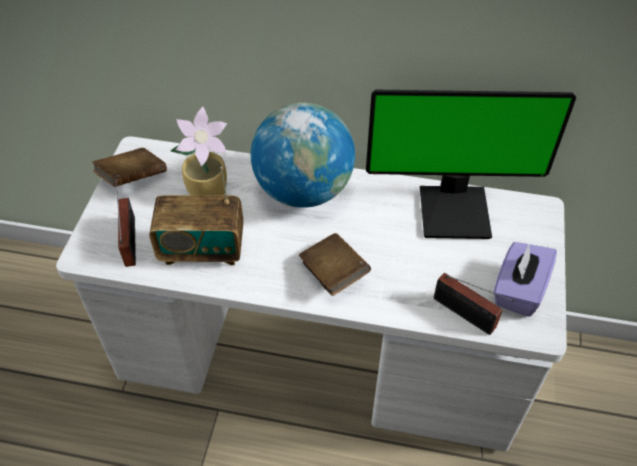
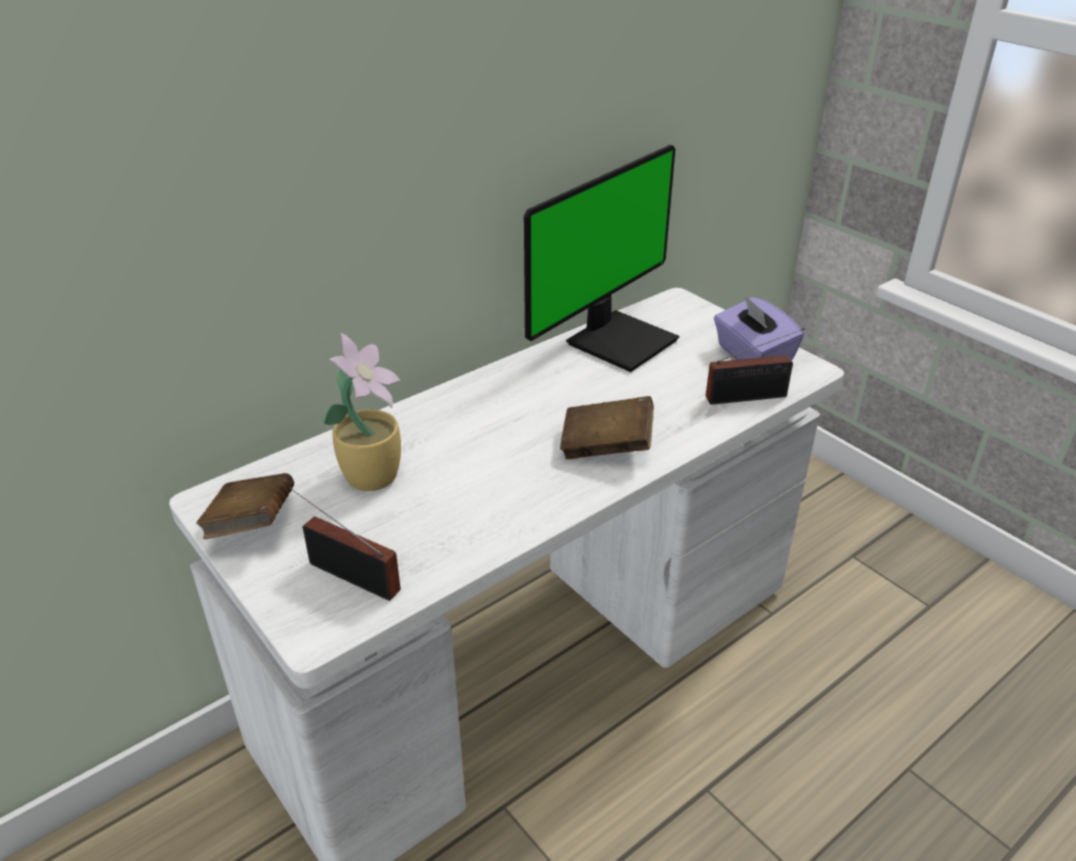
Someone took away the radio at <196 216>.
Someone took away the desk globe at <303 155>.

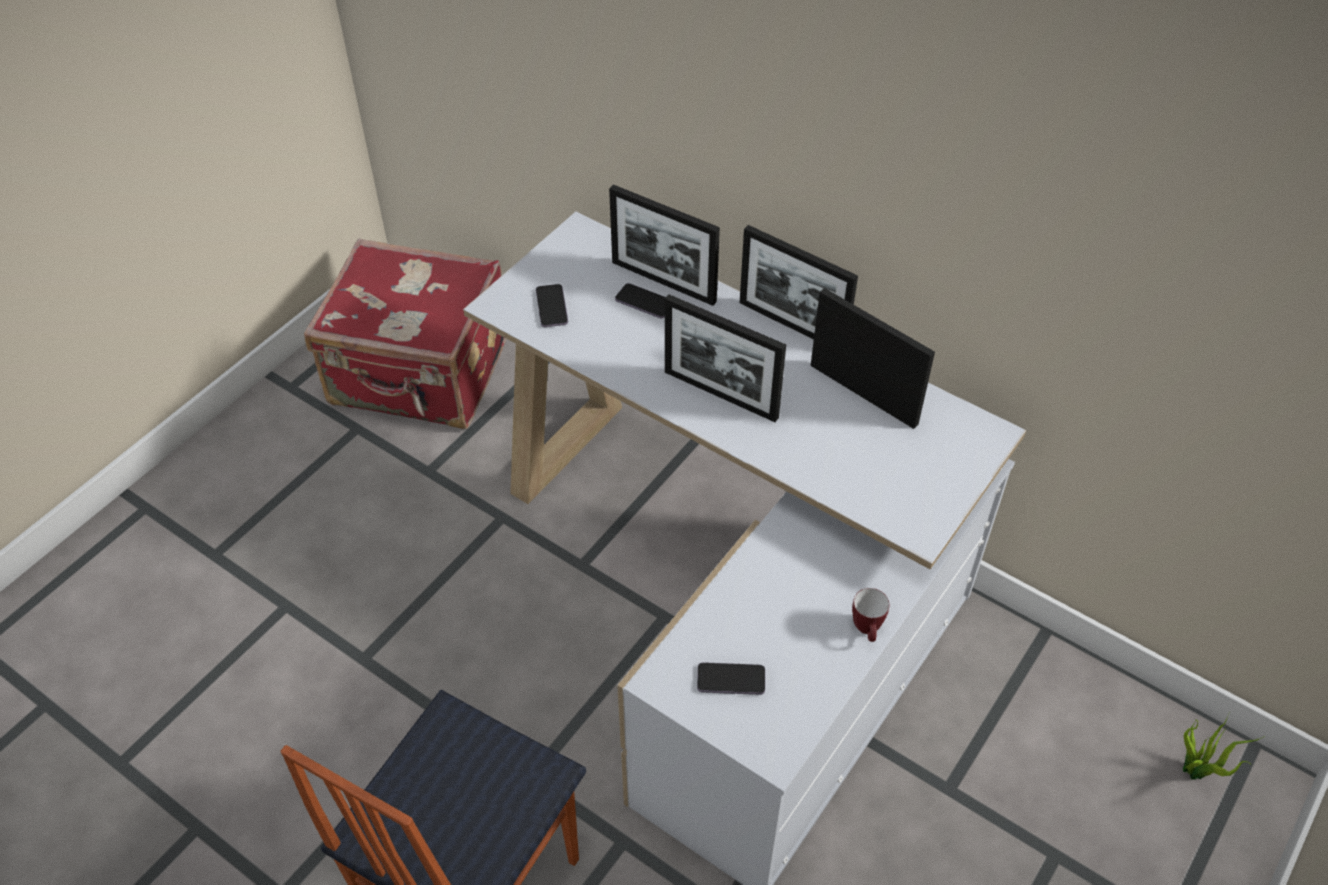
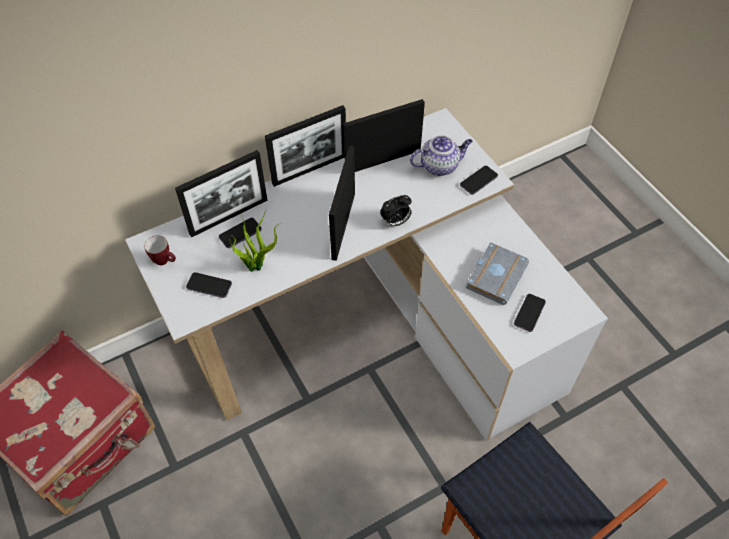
Someone carried the mug from <870 615> to <160 250>.
Someone carried the potted plant from <1224 745> to <254 241>.
Someone rotated the photo frame at <725 358> by 135 degrees clockwise.
Someone put down the table clock at <396 210>.
Someone put down the tea pot at <441 156>.
Someone put down the telephone at <479 180>.
Someone put down the greyish book at <497 273>.

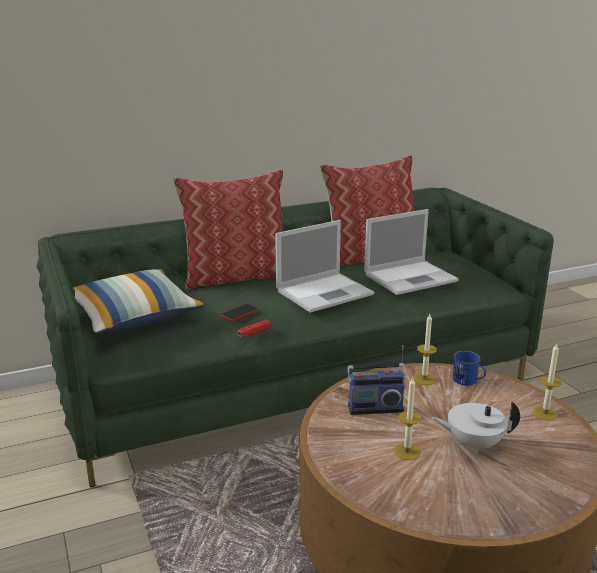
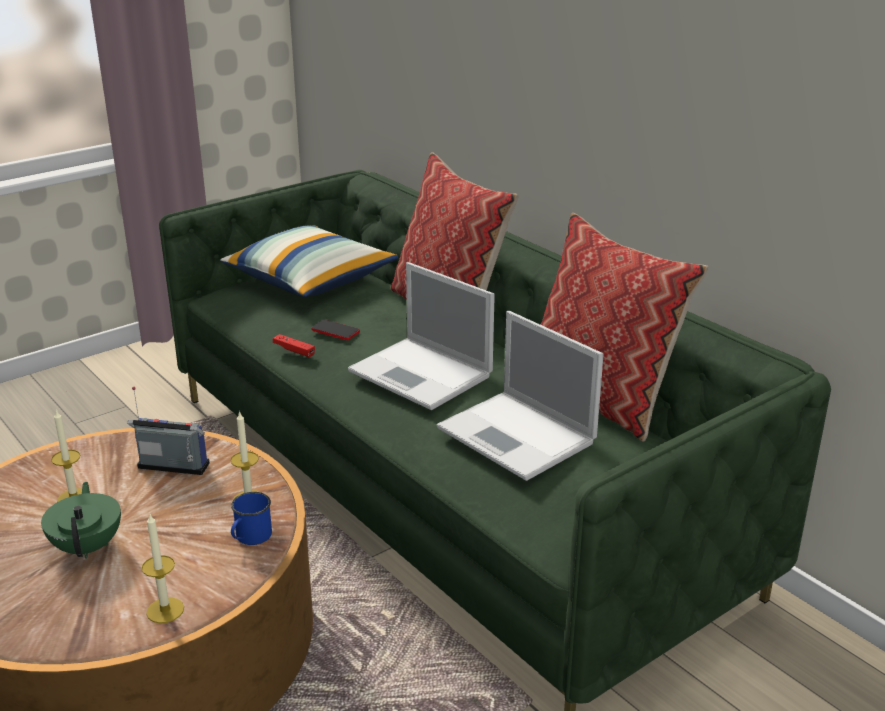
Someone repainted the white tea pot at <475 427>, which became the green tea pot at <81 520>.
Someone rotated the radio at <376 380> by 120 degrees clockwise.

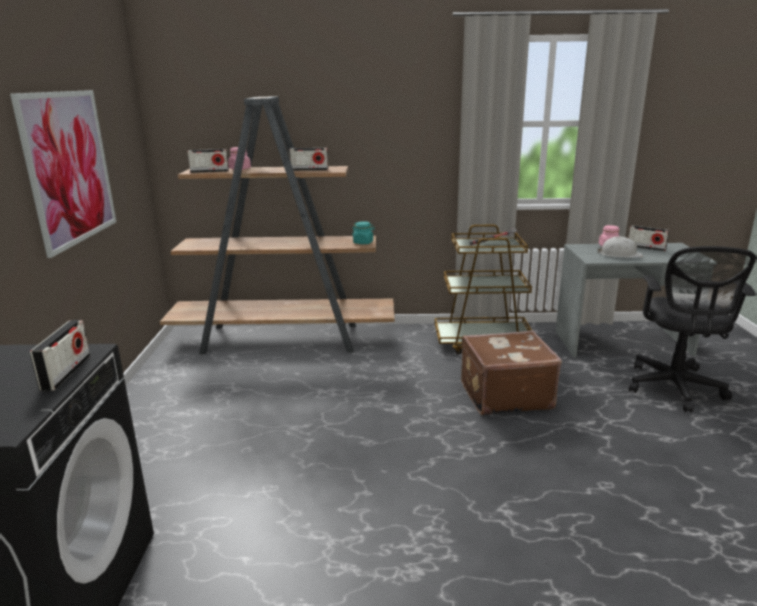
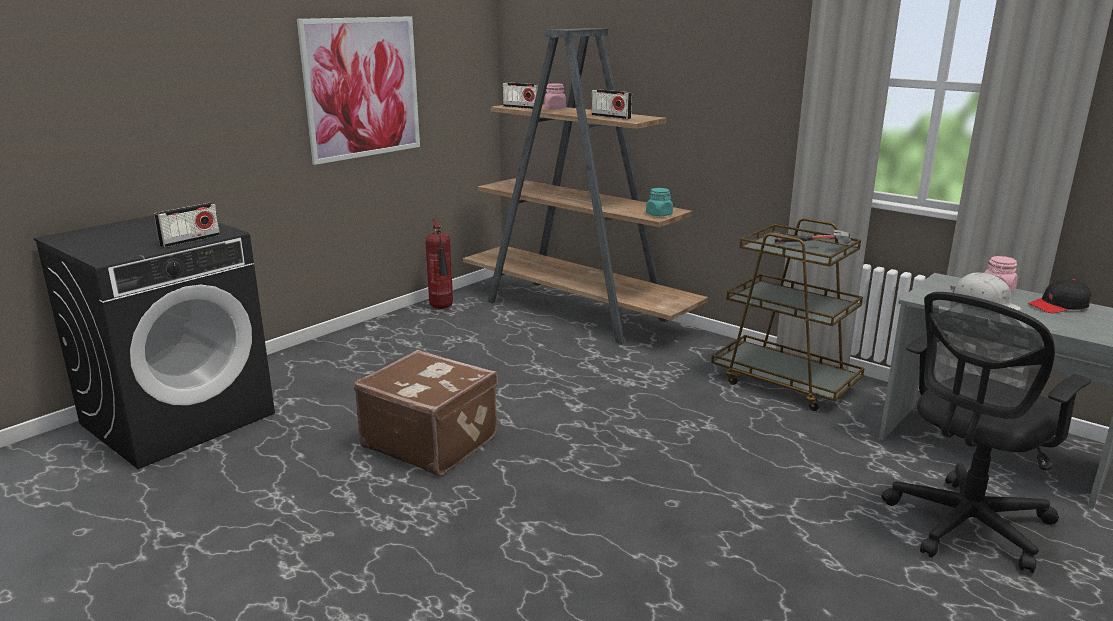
Someone carried the brown-coloured travel case from <511 372> to <426 413>.
Someone put down the fire extinguisher at <439 264>.
Someone swapped the radio at <648 238> for the black-coloured cap at <1059 296>.

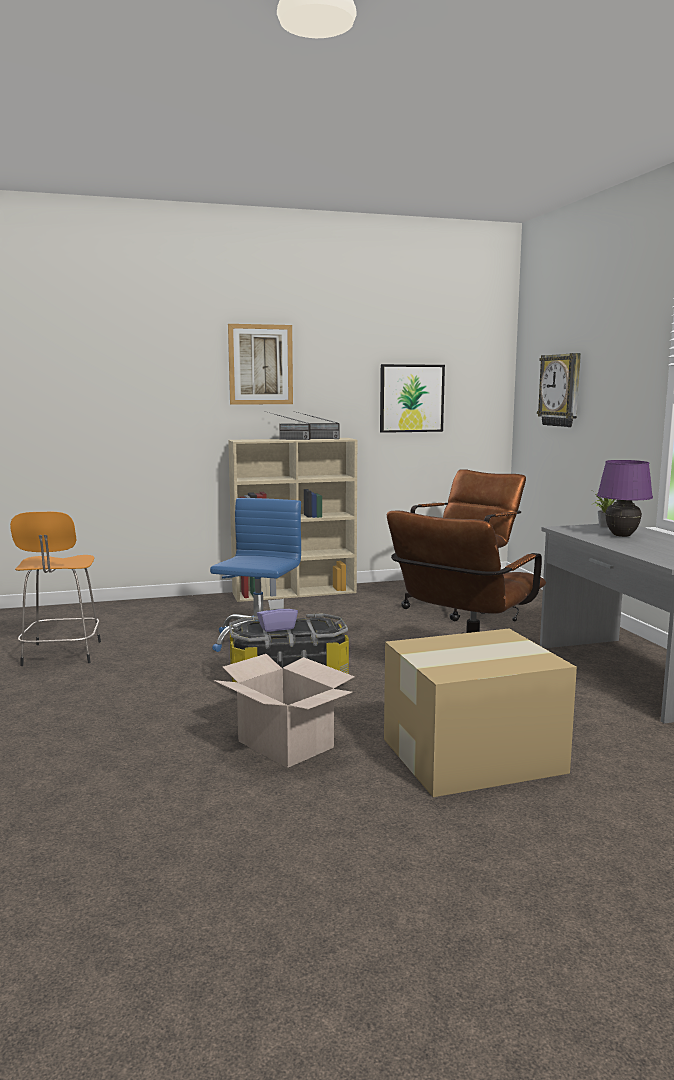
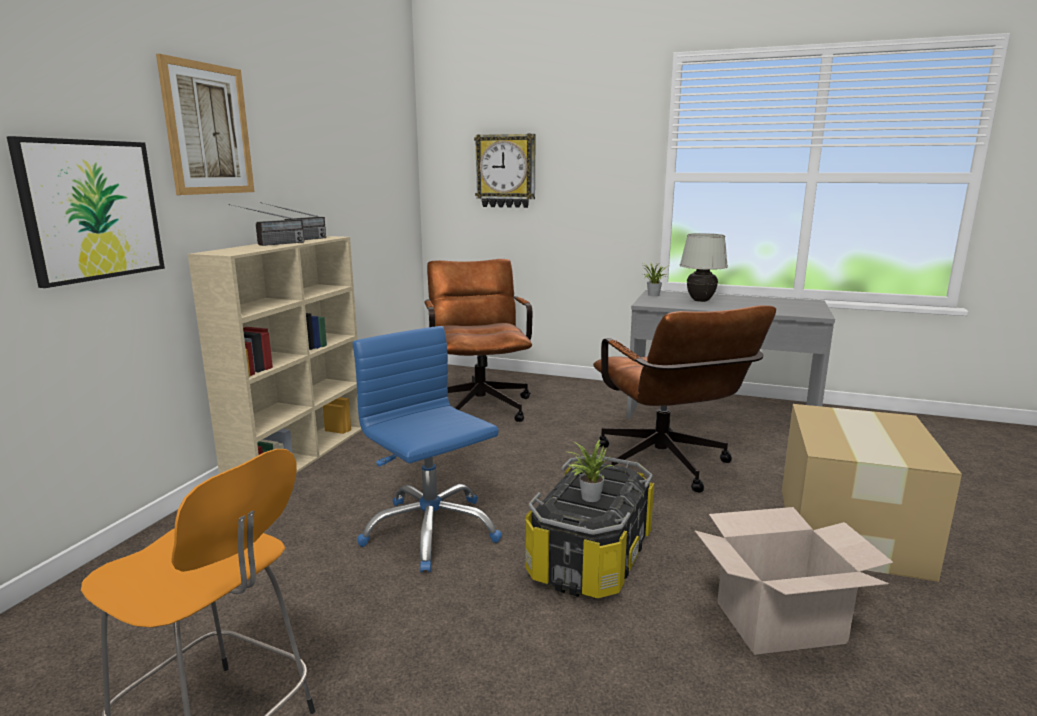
Someone carried the picture from <412 398> to <86 212>.
Someone swapped the purplish box of tissues at <277 615> for the potted plant at <591 470>.
Someone repainted the purplish table lamp at <625 498>, which became the white table lamp at <704 267>.

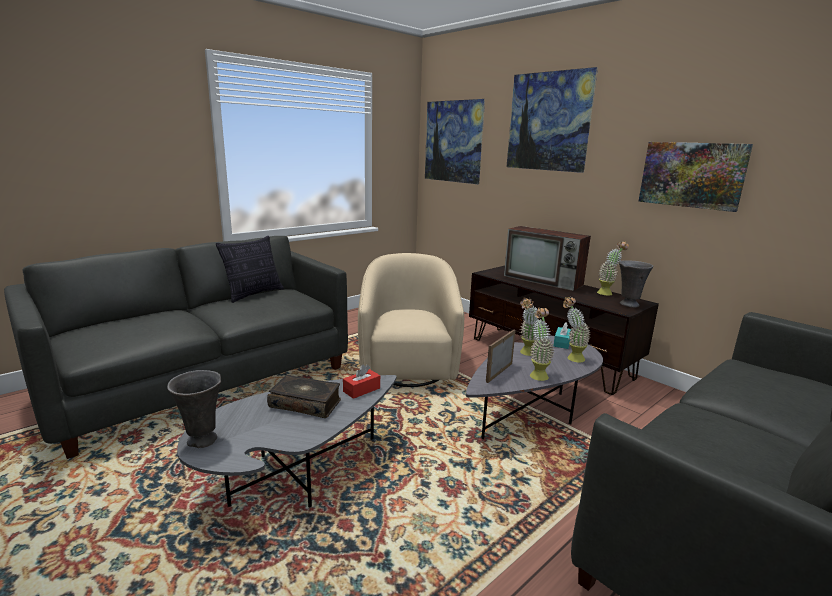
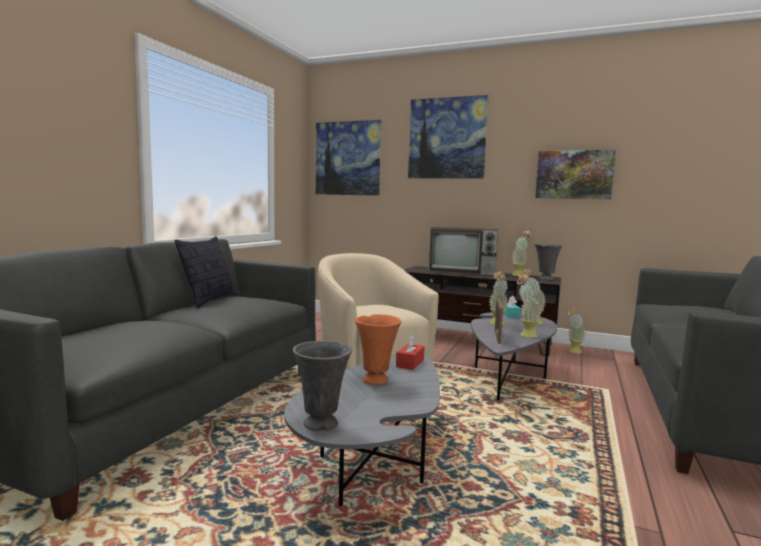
Someone swapped the book at <304 396> for the orange-coloured vase at <378 349>.
Someone put down the potted plant at <576 330>.

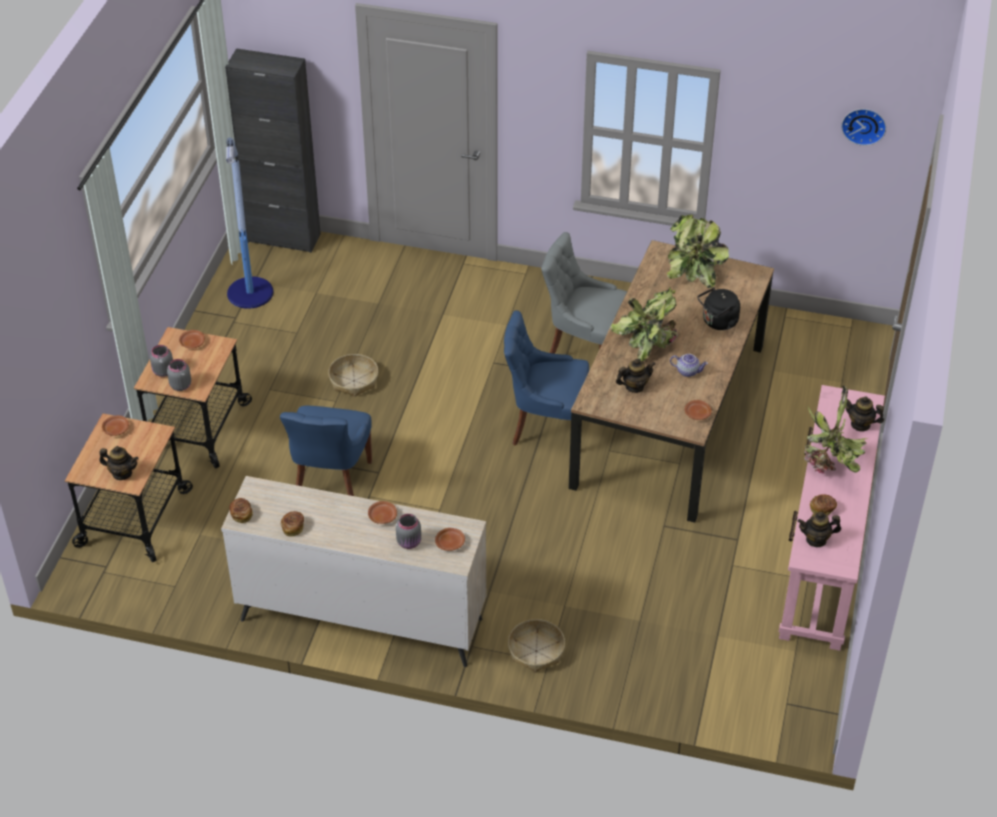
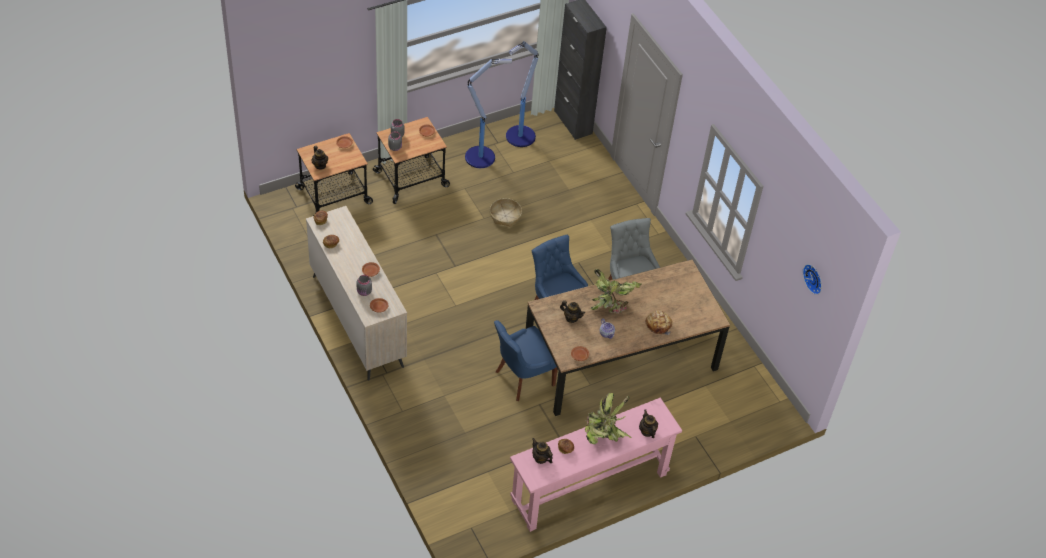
Someone put down the floor lamp at <488 113>.
Someone carried the bluish plain chair from <326 451> to <526 360>.
Someone swapped the black-coloured kettle at <719 308> for the bread at <659 323>.
Someone took away the basket at <536 646>.
Someone took away the potted plant at <698 251>.

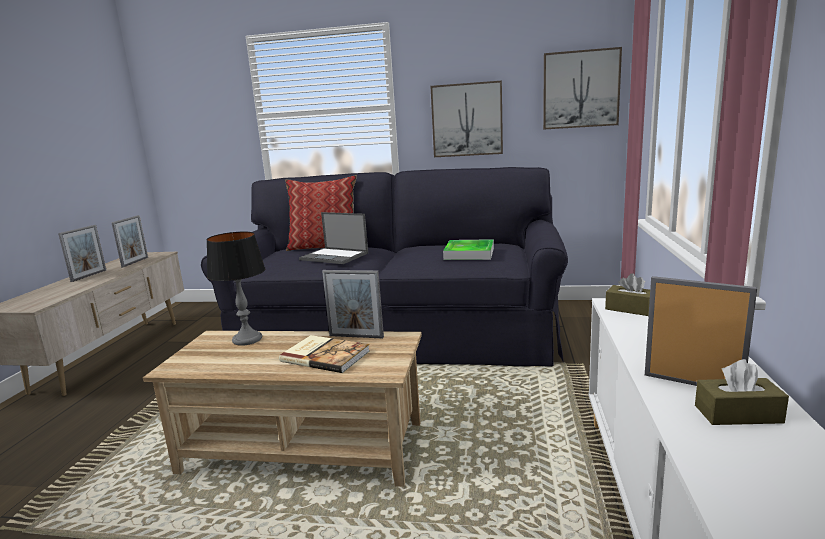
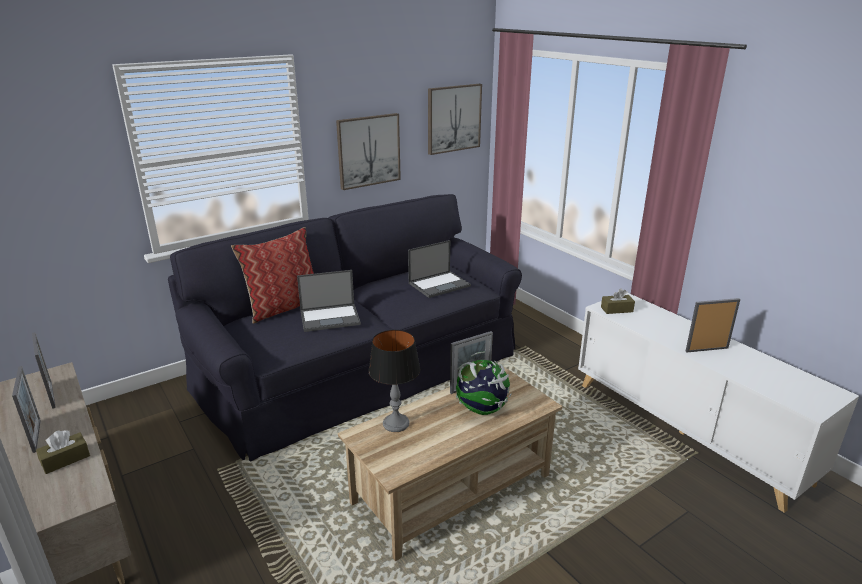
Someone carried the brown-coloured box of tissues from <742 392> to <63 452>.
Someone swapped the carrying tray at <468 249> for the portable computer at <439 269>.
Someone swapped the book at <324 354> for the desk globe at <483 383>.

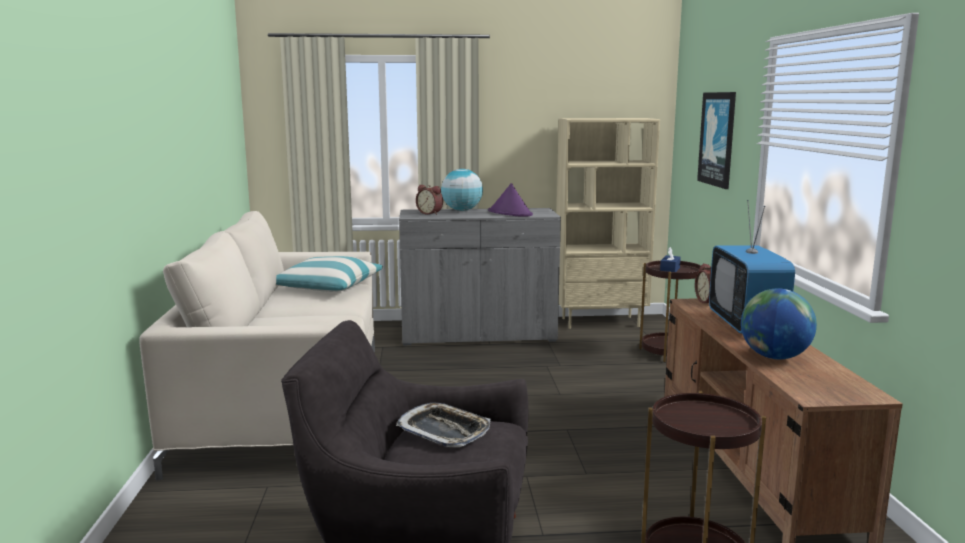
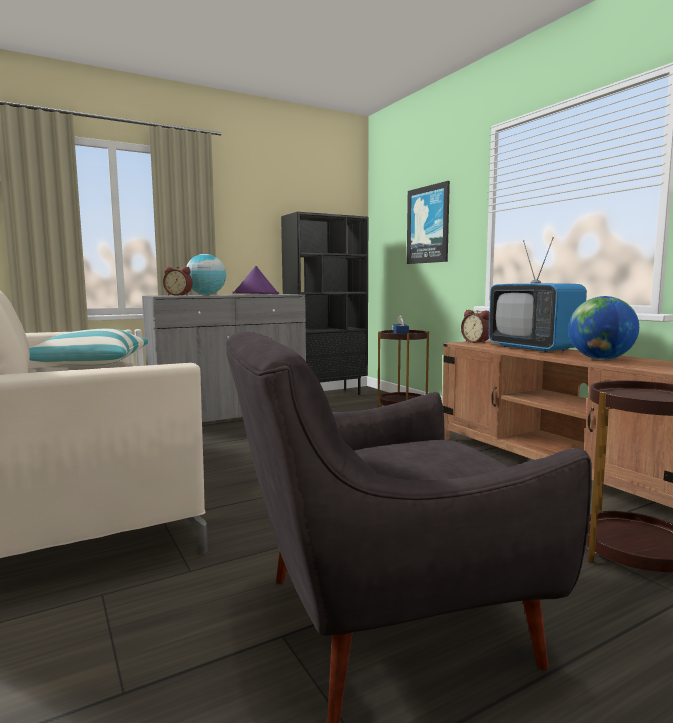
Someone repainted the sand-coloured bookshelf at <608 223>, which became the black-coloured bookshelf at <324 303>.
Someone took away the carrying tray at <443 425>.

